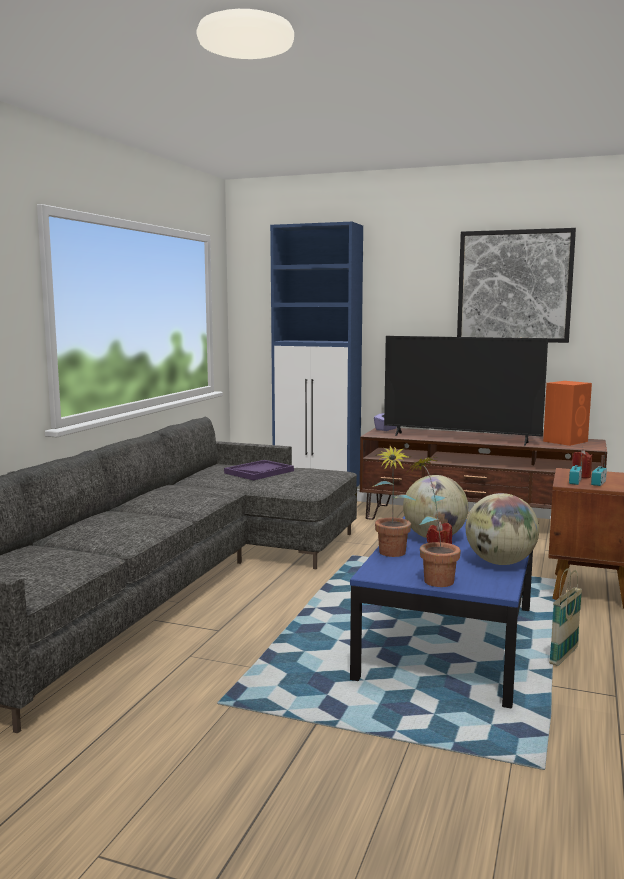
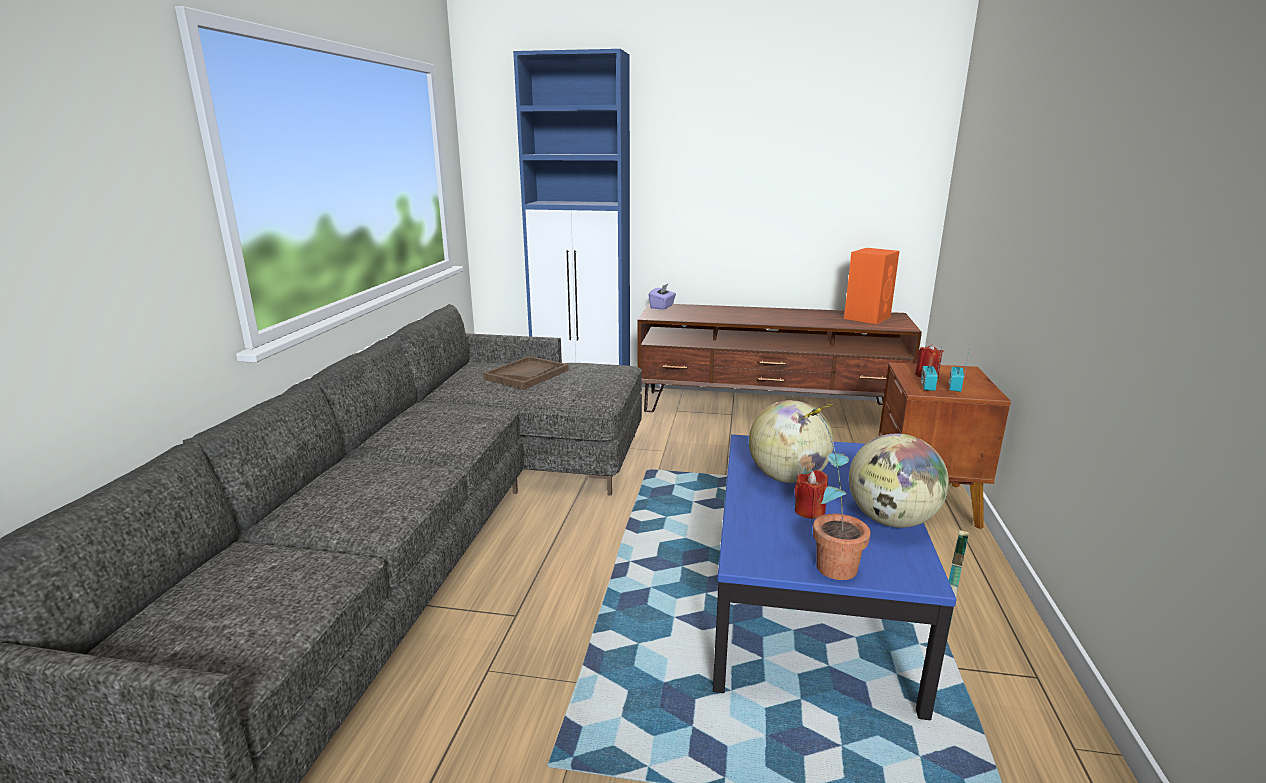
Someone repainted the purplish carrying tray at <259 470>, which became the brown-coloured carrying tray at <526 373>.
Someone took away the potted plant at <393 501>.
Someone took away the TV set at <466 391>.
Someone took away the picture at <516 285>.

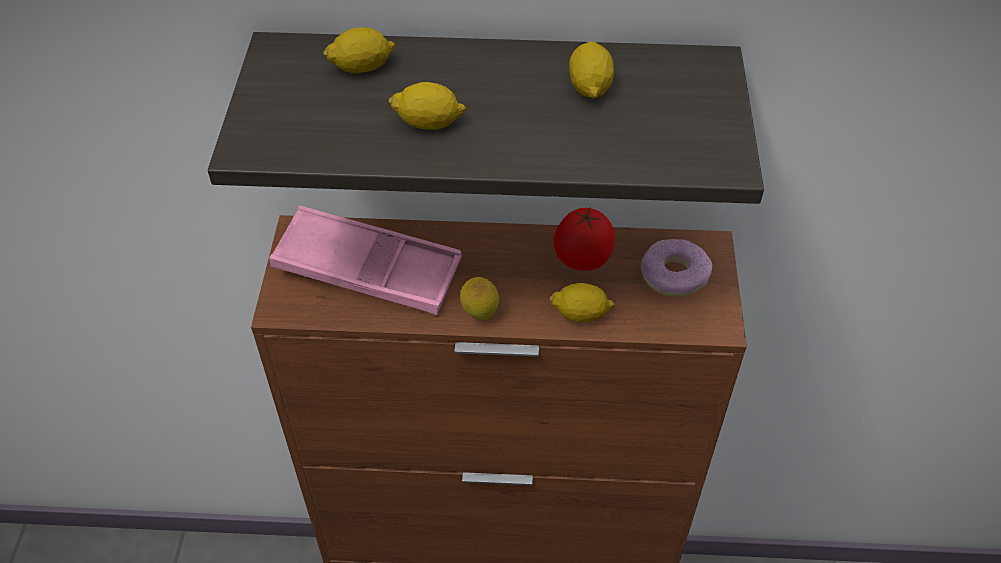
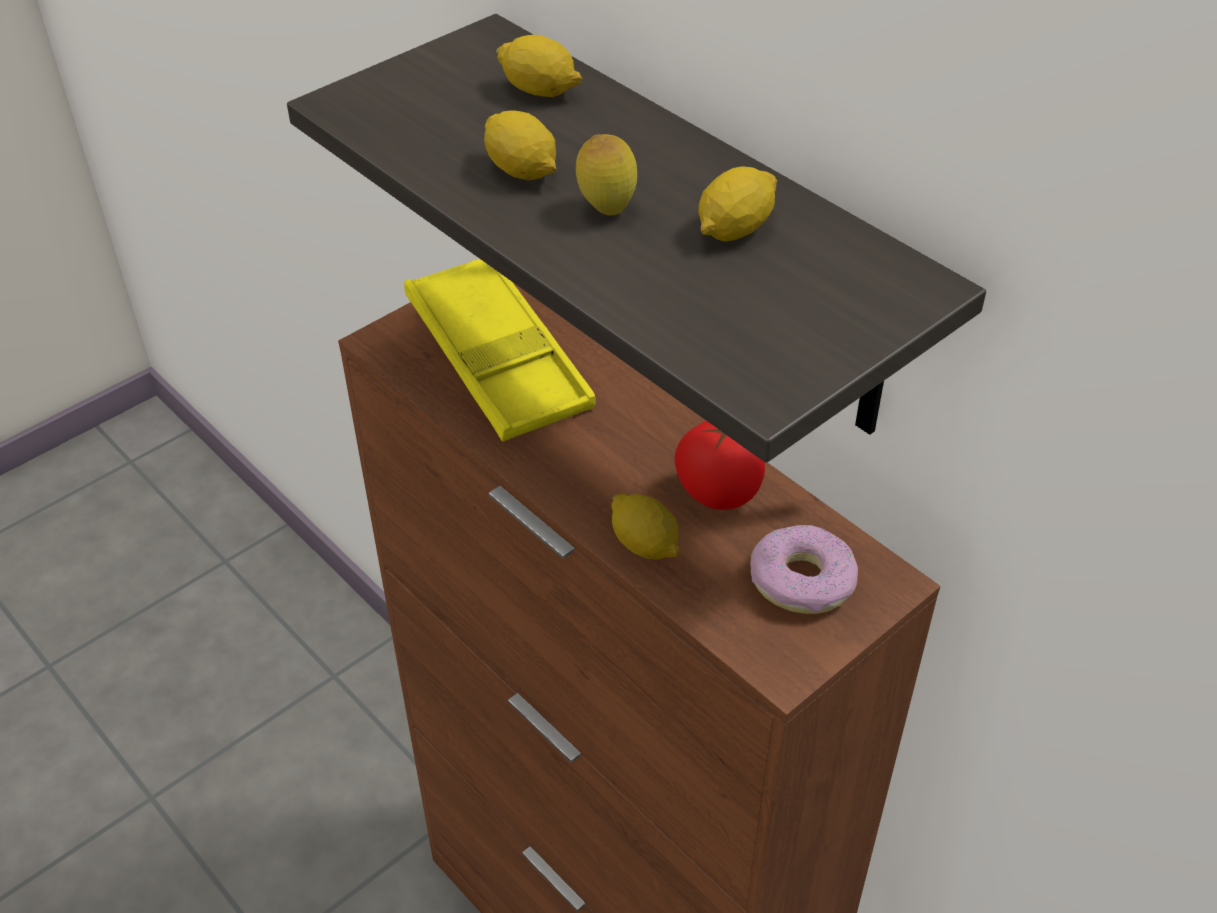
Someone repainted the pinkish carrying tray at <365 260>, which became the yellow-coloured carrying tray at <500 350>.
Someone carried the whole lemon from <479 298> to <606 175>.

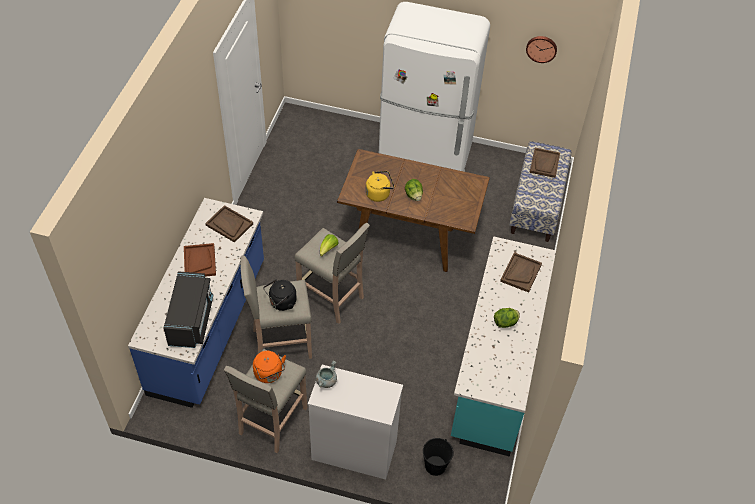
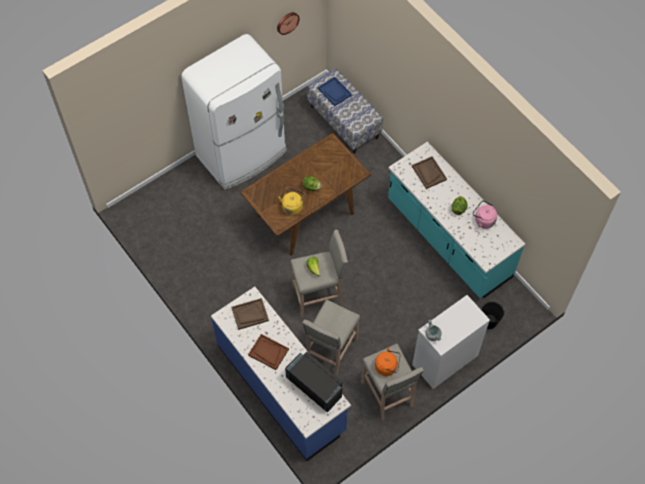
Someone repainted the brown-coloured carrying tray at <544 163>, which became the bluish carrying tray at <335 91>.
Someone put down the pinkish kettle at <485 214>.
Someone took away the black-coloured kettle at <280 295>.

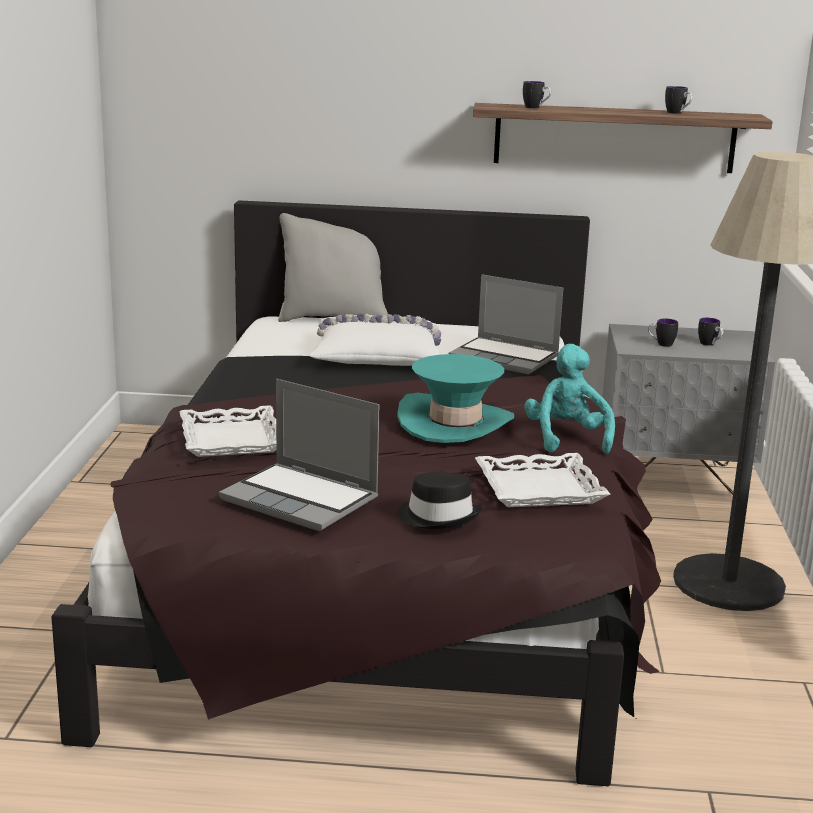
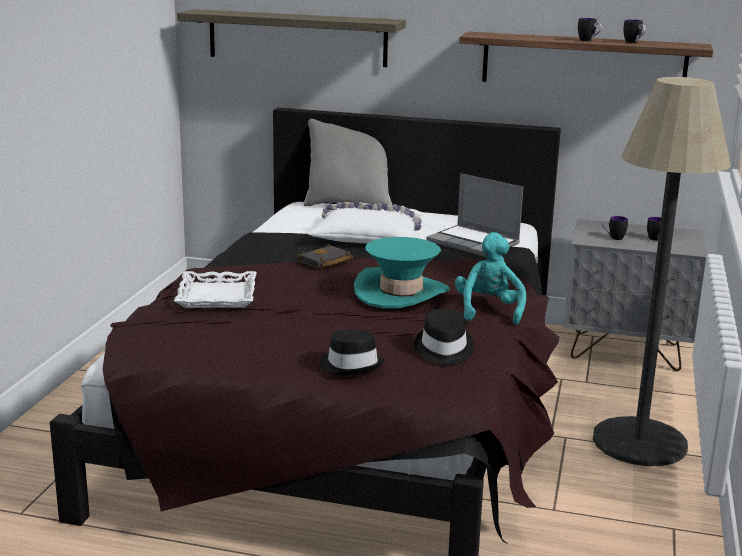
Someone put up the wall shelf at <291 38>.
Someone put down the black-coloured book at <325 256>.
Someone swapped the white carrying tray at <543 480> for the black-coloured wearable hat at <444 337>.
Someone carried the mug from <537 95> to <590 29>.
Someone took away the portable computer at <299 455>.

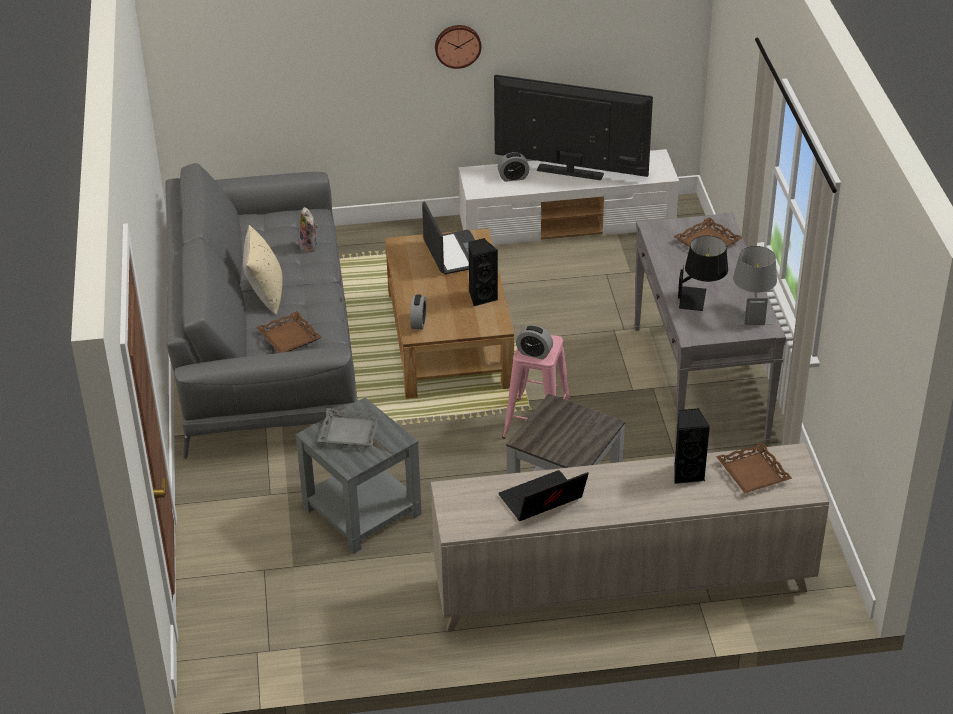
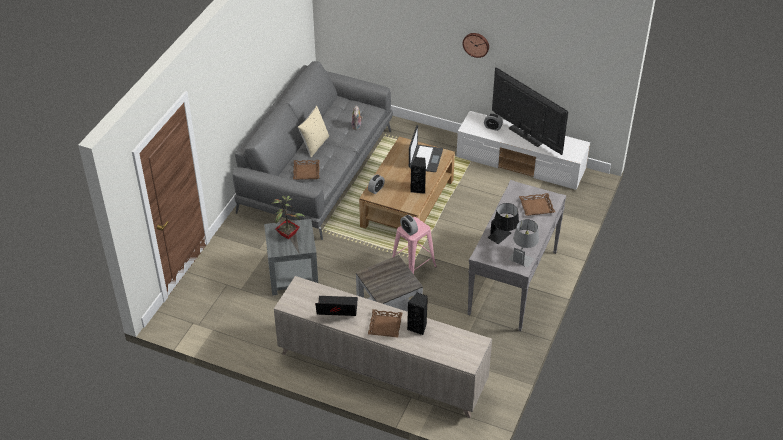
Someone swapped the greyish carrying tray at <349 427> for the potted plant at <288 217>.
Someone carried the brown-coloured carrying tray from <754 467> to <385 323>.

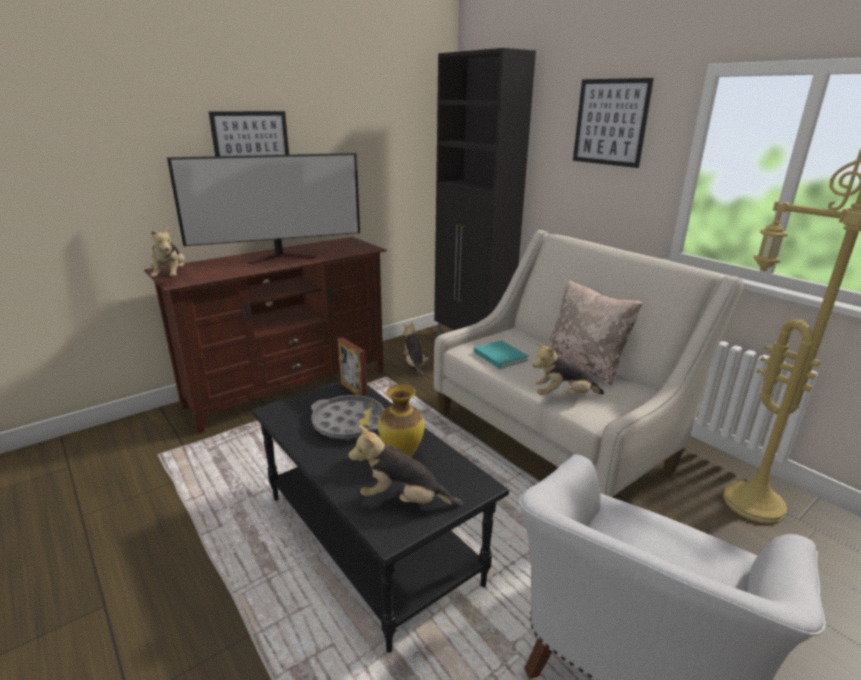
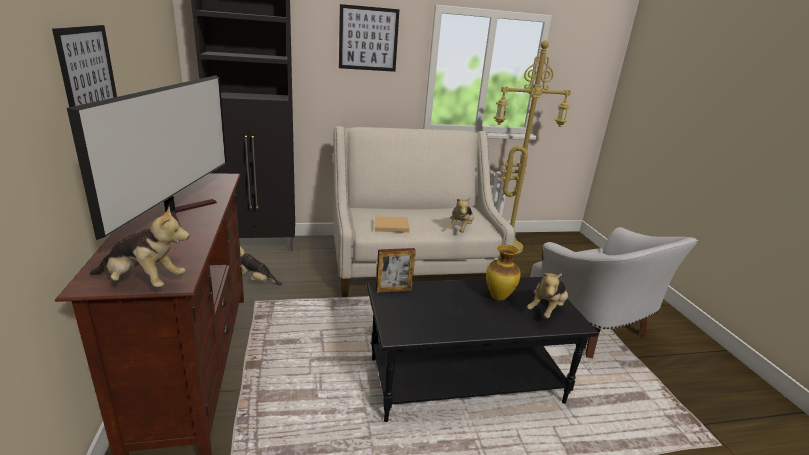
Someone repainted the blue-green book at <501 354>, which became the sand-coloured book at <391 224>.
Someone took away the greyish carrying tray at <348 417>.
Someone took away the sand-coloured pillow at <595 333>.

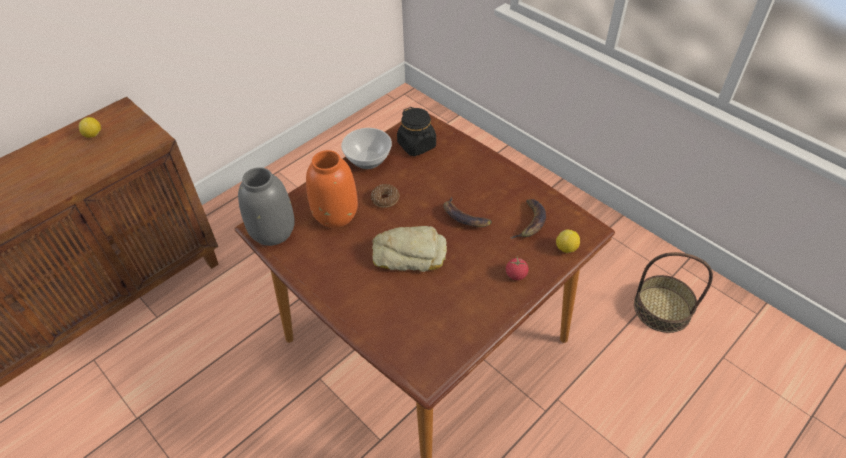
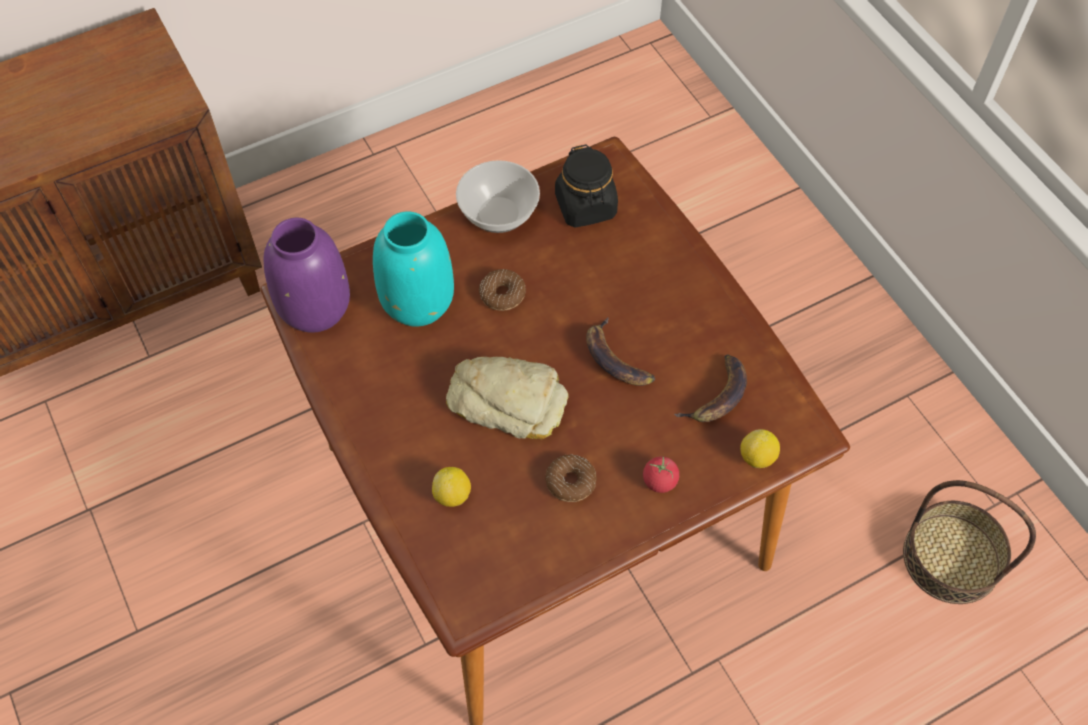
Someone repainted the greyish vase at <266 206>, which became the purplish vase at <306 275>.
Someone repainted the orange-coloured vase at <332 189>, which became the blue-green vase at <413 268>.
Someone carried the whole lemon from <90 127> to <451 487>.
Someone put down the ring doughnut at <571 478>.

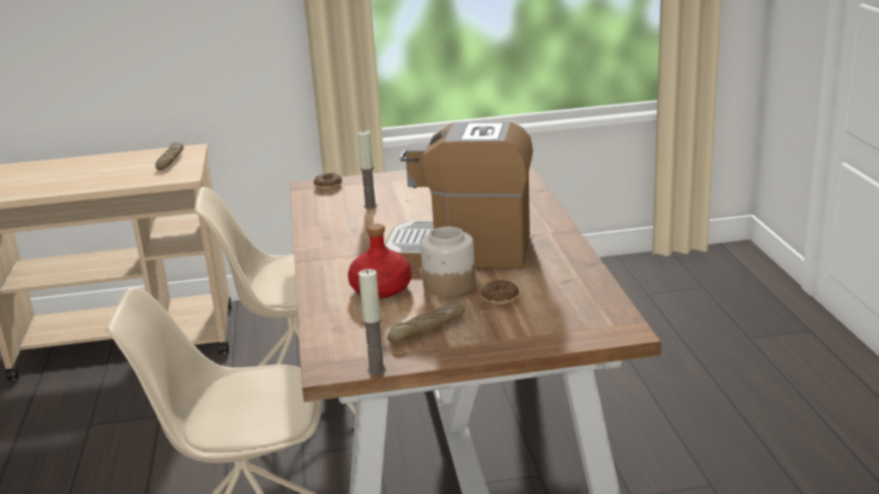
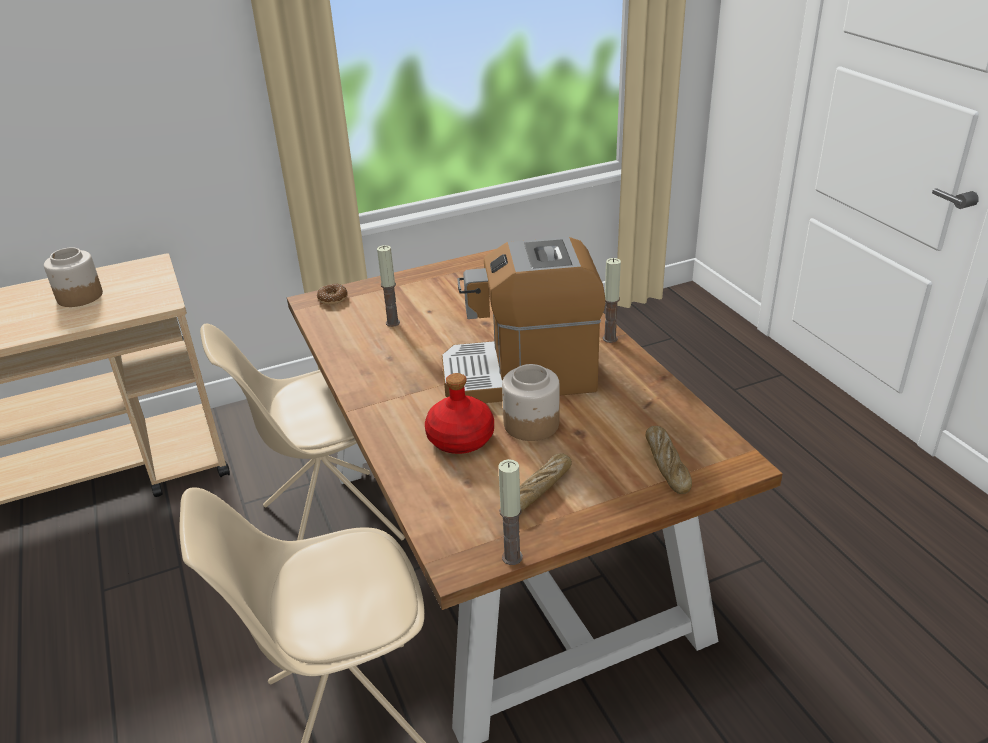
Someone put down the jar at <73 277>.
Someone put down the wax candle at <612 300>.
Someone carried the bread from <169 156> to <669 460>.
Someone took away the ring doughnut at <500 292>.

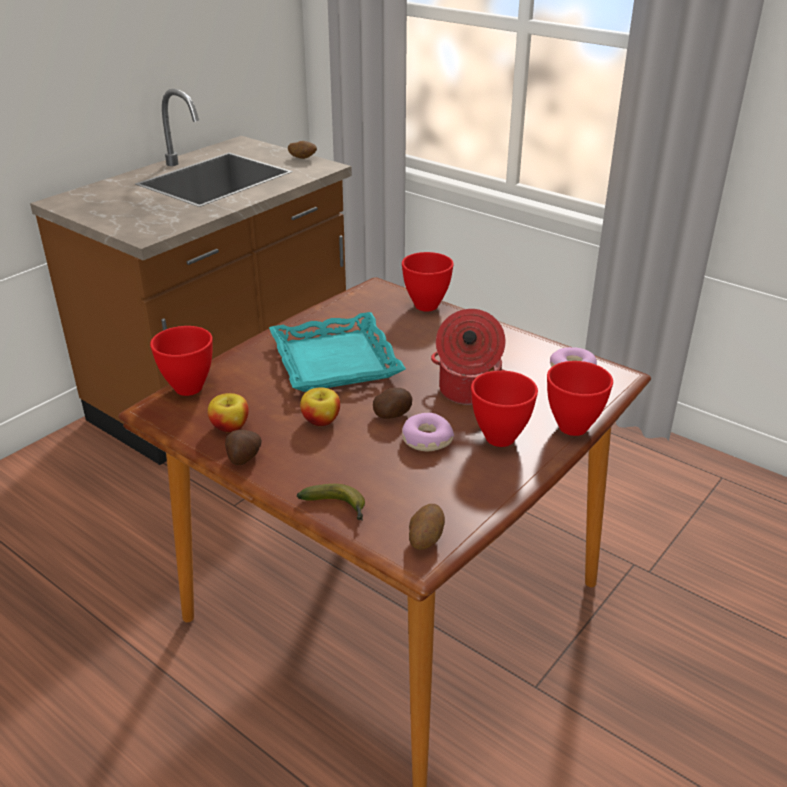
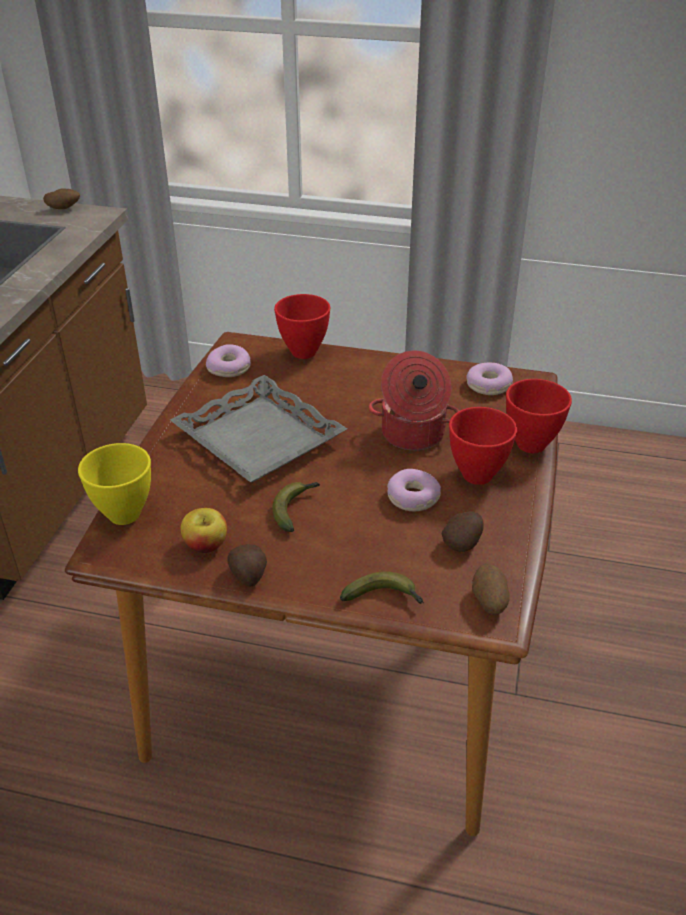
Someone repainted the reddish deep dish at <181 361>, which became the yellow-coloured deep dish at <114 484>.
Someone repainted the blue-green carrying tray at <337 352>, which became the greyish carrying tray at <258 428>.
Someone put down the ring doughnut at <228 360>.
Someone swapped the apple fruit at <320 406> for the banana fruit at <296 507>.
Someone carried the spud from <392 403> to <463 531>.

